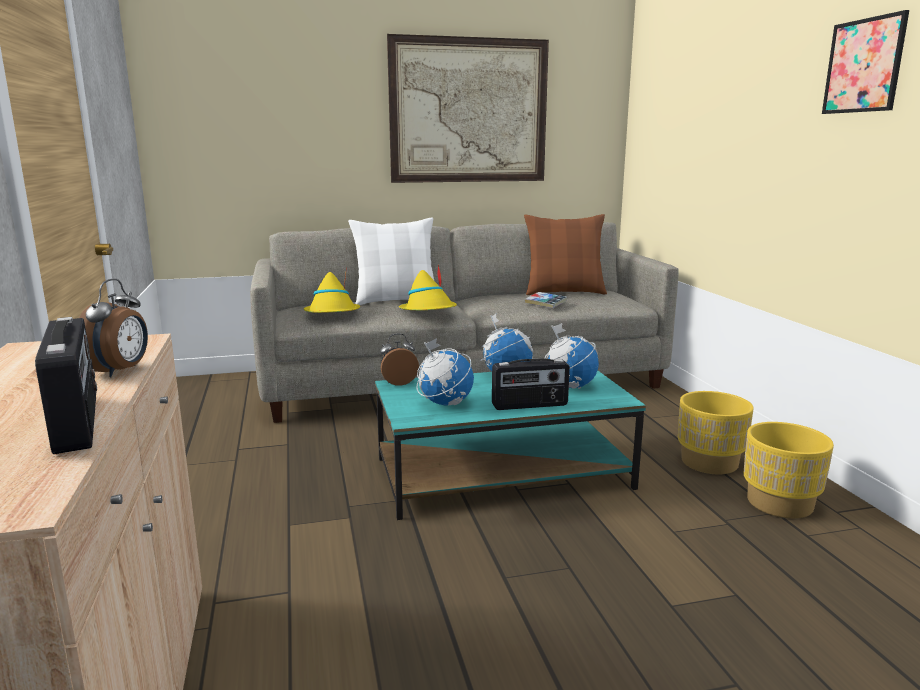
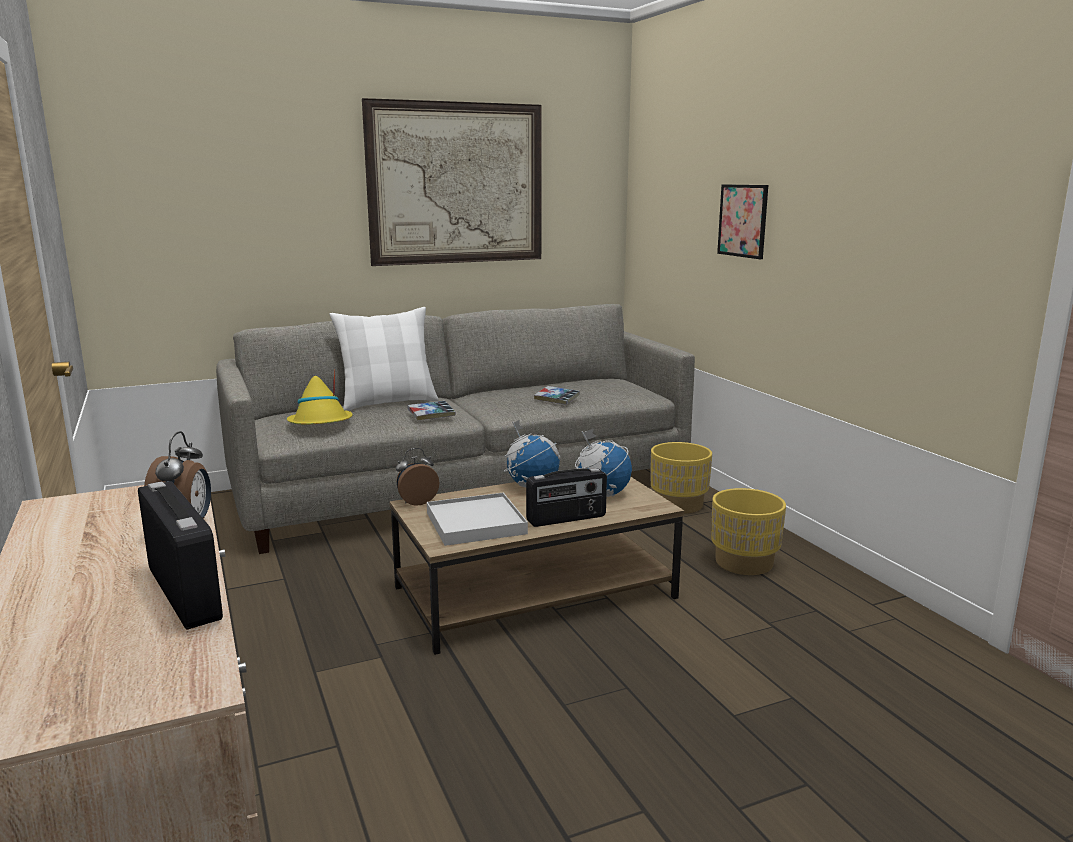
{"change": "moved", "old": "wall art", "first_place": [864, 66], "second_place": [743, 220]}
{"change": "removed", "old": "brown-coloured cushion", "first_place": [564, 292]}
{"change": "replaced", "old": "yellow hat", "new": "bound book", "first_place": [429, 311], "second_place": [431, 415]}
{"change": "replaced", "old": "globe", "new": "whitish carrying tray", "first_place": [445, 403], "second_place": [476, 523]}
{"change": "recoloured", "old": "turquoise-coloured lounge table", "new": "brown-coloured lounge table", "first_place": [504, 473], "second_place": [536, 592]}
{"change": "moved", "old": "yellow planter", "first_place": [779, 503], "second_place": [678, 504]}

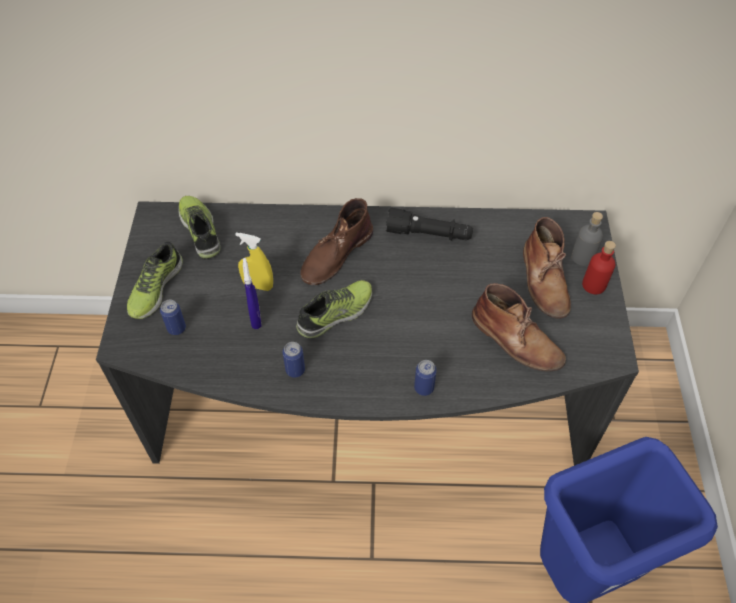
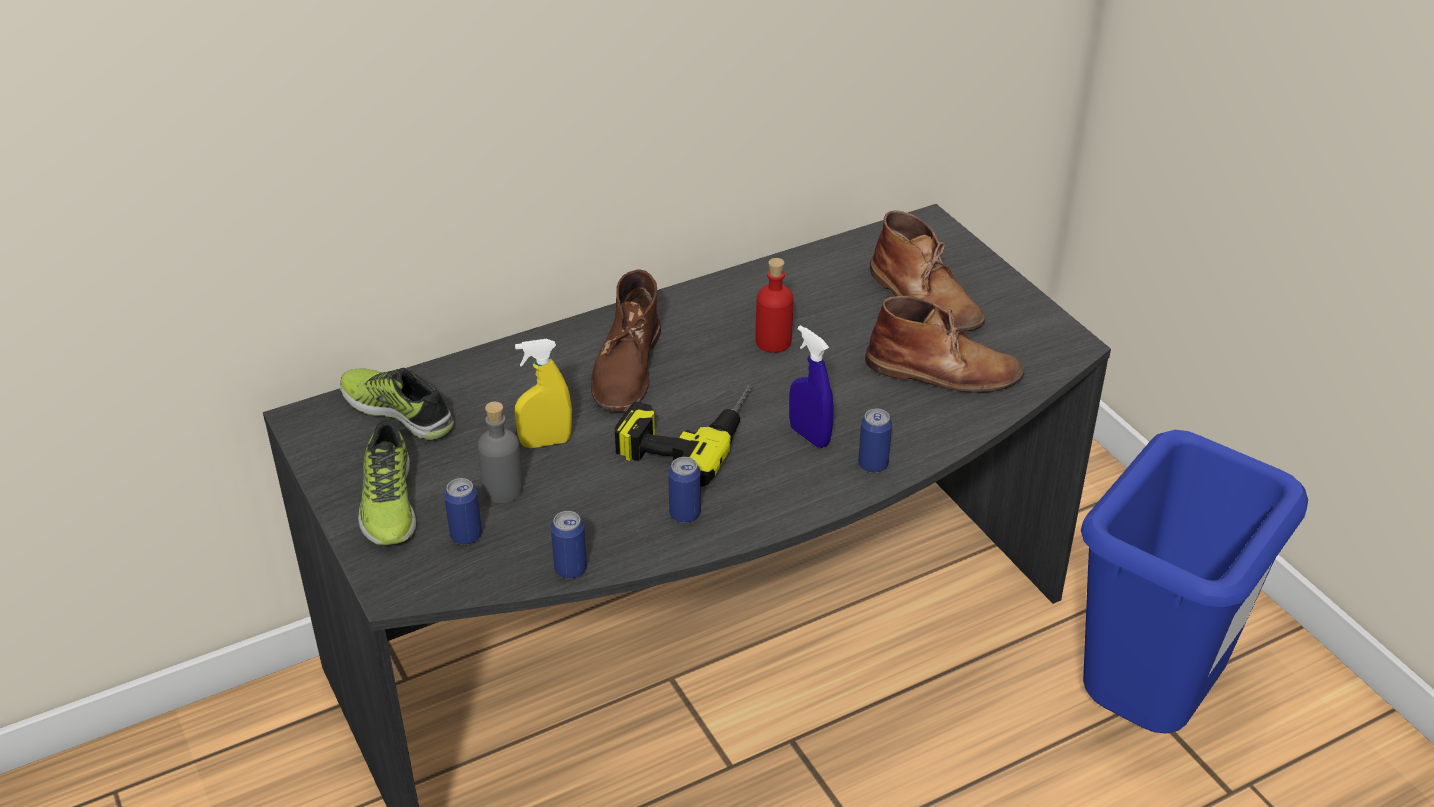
{"change": "removed", "old": "black-coloured torch", "first_place": [429, 234]}
{"change": "moved", "old": "greyish beverage bottle", "first_place": [582, 257], "second_place": [503, 490]}
{"change": "moved", "old": "reddish beverage bottle", "first_place": [594, 285], "second_place": [773, 342]}
{"change": "moved", "old": "blue spray bottle", "first_place": [255, 317], "second_place": [809, 436]}
{"change": "replaced", "old": "low shoe", "new": "power drill", "first_place": [336, 314], "second_place": [686, 432]}
{"change": "added", "new": "metal can", "second_place": [570, 569]}

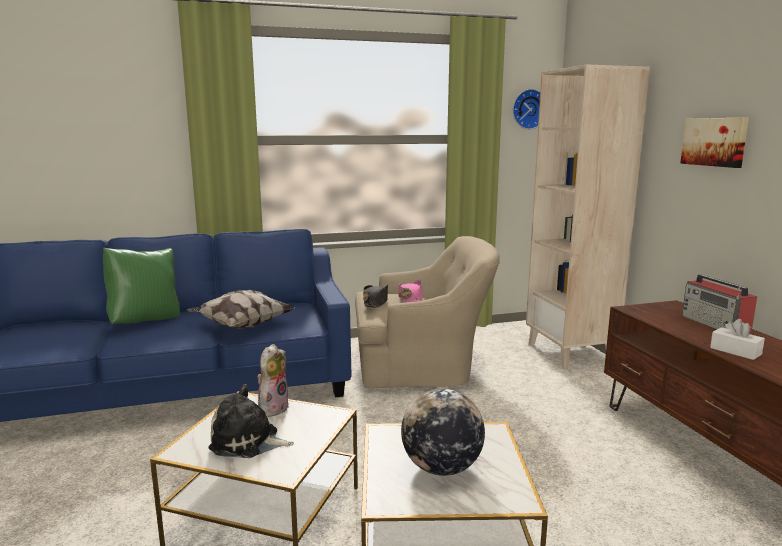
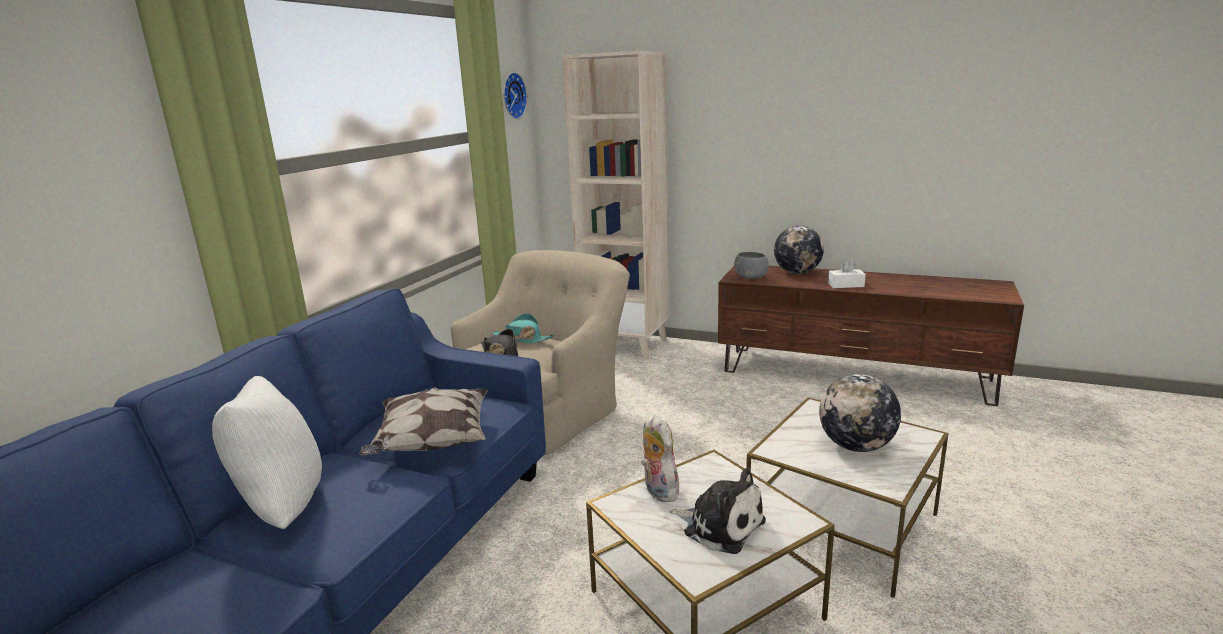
{"change": "removed", "old": "wall art", "first_place": [715, 142]}
{"change": "recoloured", "old": "green-coloured cushion", "new": "whitish cushion", "first_place": [146, 321], "second_place": [281, 507]}
{"change": "replaced", "old": "radio receiver", "new": "globe", "first_place": [715, 325], "second_place": [797, 272]}
{"change": "recoloured", "old": "pinkish hat", "new": "turquoise-coloured hat", "first_place": [410, 299], "second_place": [523, 339]}
{"change": "turned", "old": "soft toy", "first_place": [248, 442], "second_place": [720, 526], "degrees": -105}
{"change": "added", "new": "greyish deep dish", "second_place": [751, 277]}

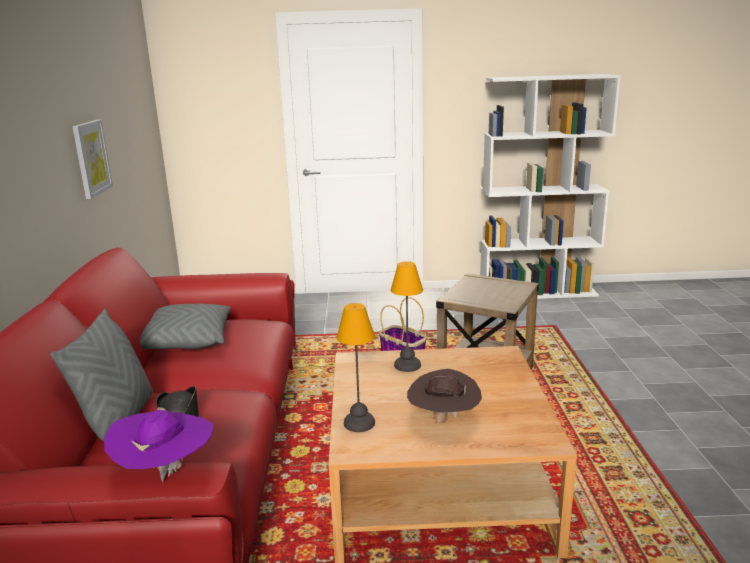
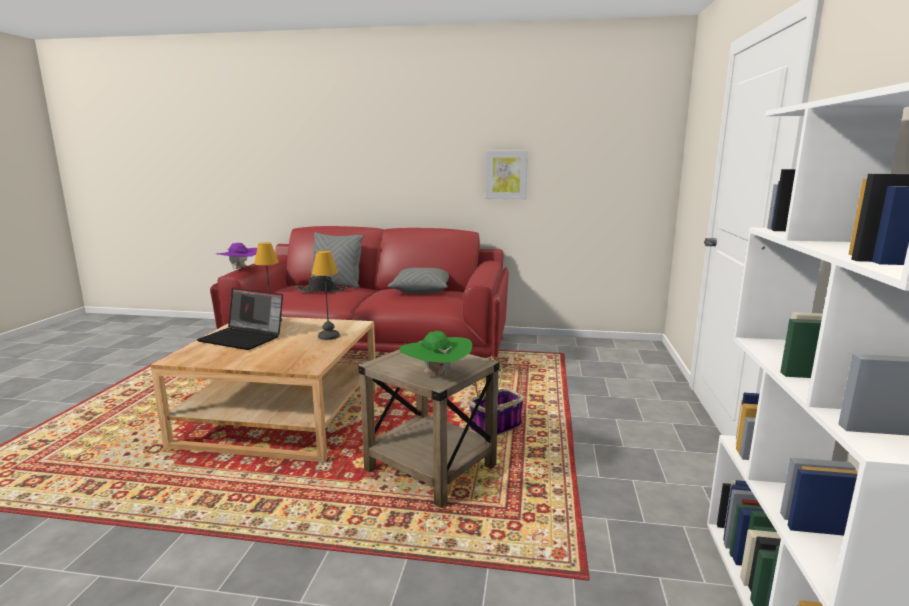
{"change": "replaced", "old": "brown-coloured hat", "new": "portable computer", "first_place": [443, 420], "second_place": [244, 338]}
{"change": "added", "new": "green-coloured hat", "second_place": [436, 375]}

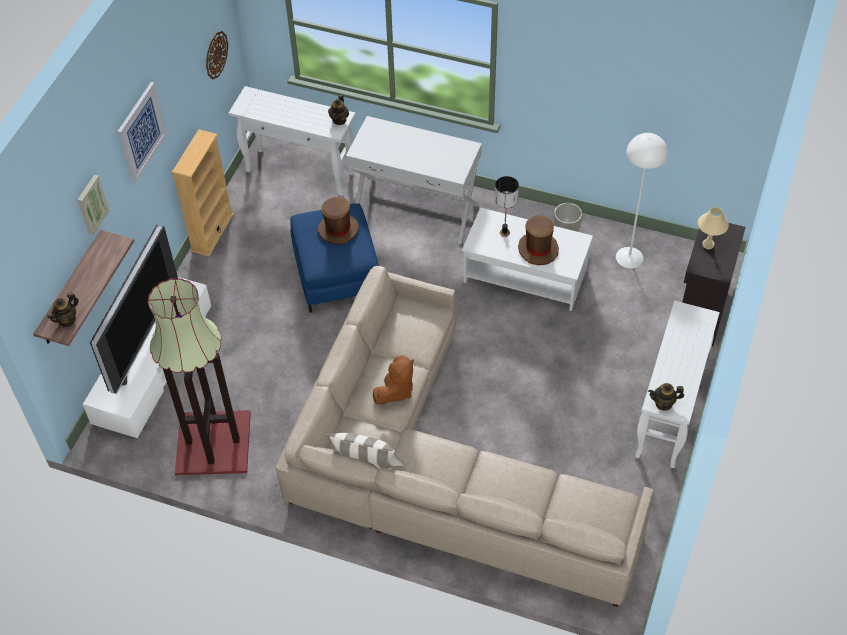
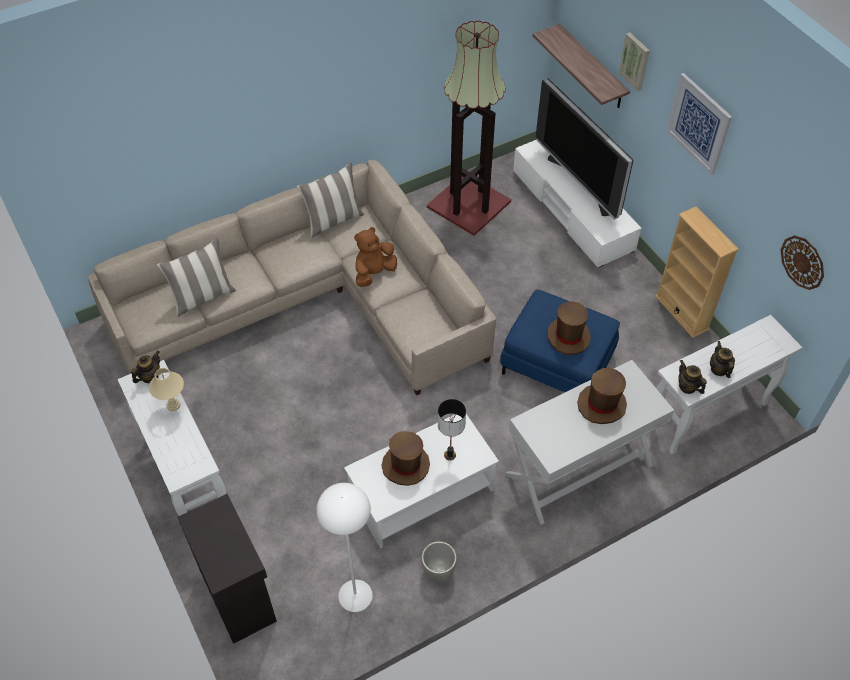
{"change": "moved", "old": "beige table lamp", "first_place": [708, 244], "second_place": [173, 405]}
{"change": "moved", "old": "tea pot", "first_place": [67, 320], "second_place": [719, 369]}
{"change": "turned", "old": "brown-coloured soft toy", "first_place": [396, 390], "second_place": [374, 273], "degrees": 60}
{"change": "added", "new": "cushion", "second_place": [202, 297]}
{"change": "added", "new": "brown-coloured hat", "second_place": [602, 404]}

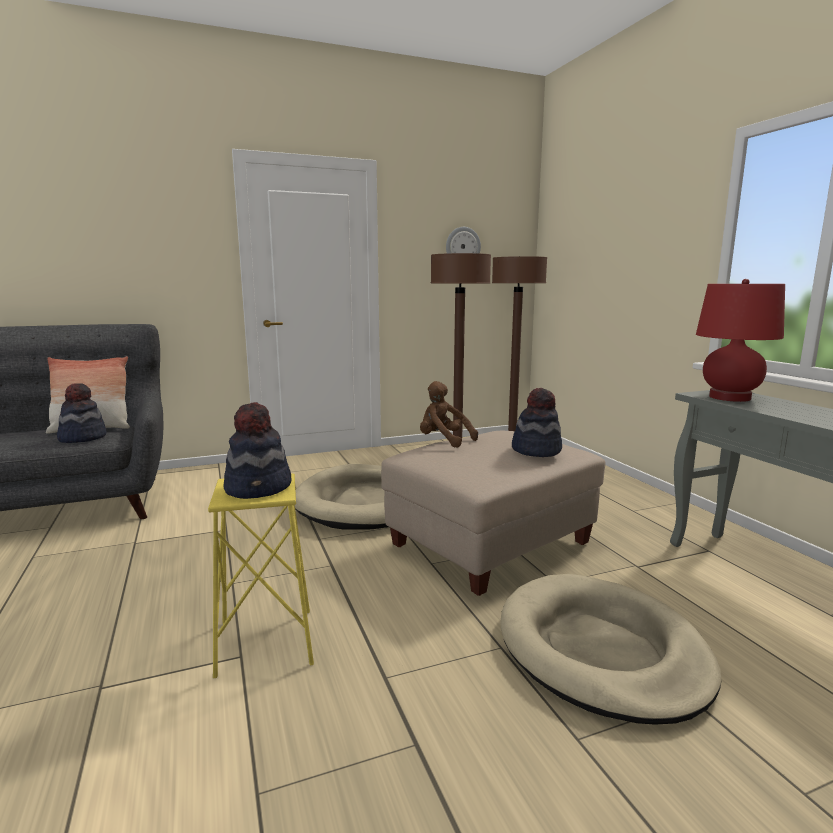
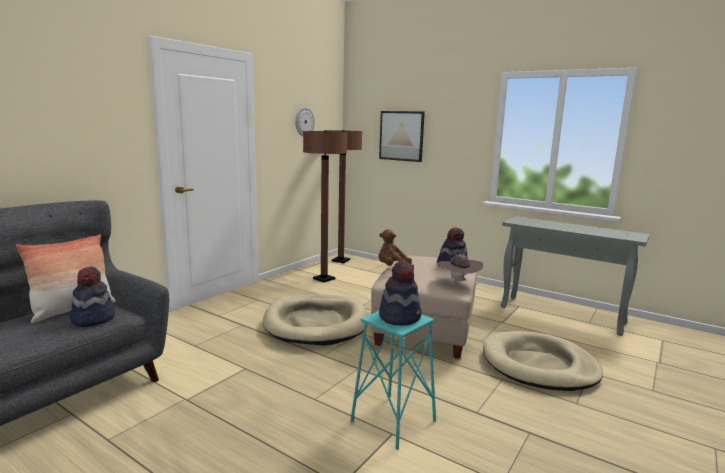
{"change": "removed", "old": "reddish table lamp", "first_place": [729, 397]}
{"change": "recoloured", "old": "yellow stool seat", "new": "turquoise-coloured stool seat", "first_place": [266, 642], "second_place": [393, 421]}
{"change": "added", "new": "wall art", "second_place": [401, 136]}
{"change": "added", "new": "brown-coloured hat", "second_place": [458, 282]}

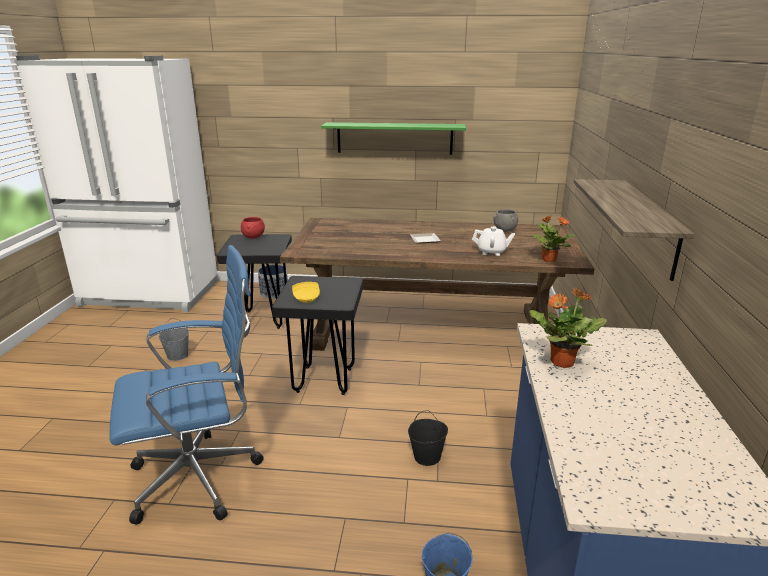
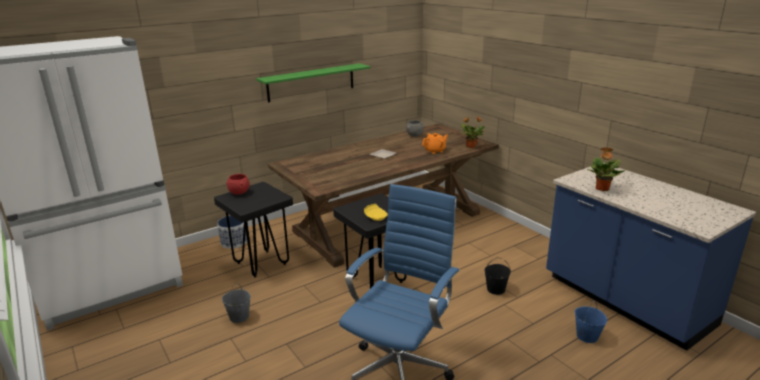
{"change": "removed", "old": "wall shelf", "first_place": [649, 227]}
{"change": "recoloured", "old": "whitish tea pot", "new": "orange tea pot", "first_place": [491, 252], "second_place": [435, 151]}

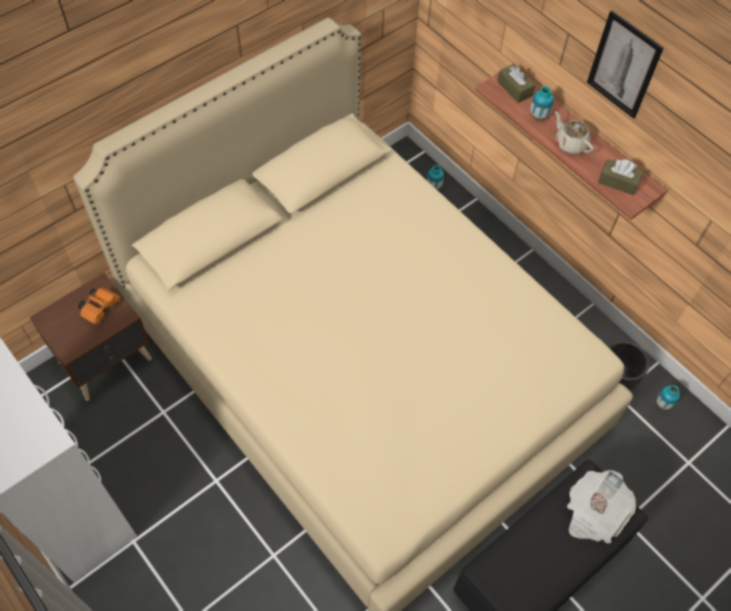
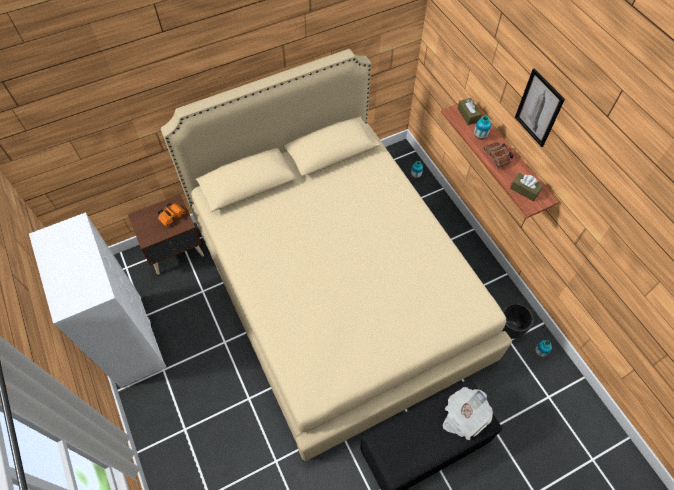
{"change": "replaced", "old": "beige tea pot", "new": "brown-coloured field glasses", "first_place": [570, 143], "second_place": [497, 158]}

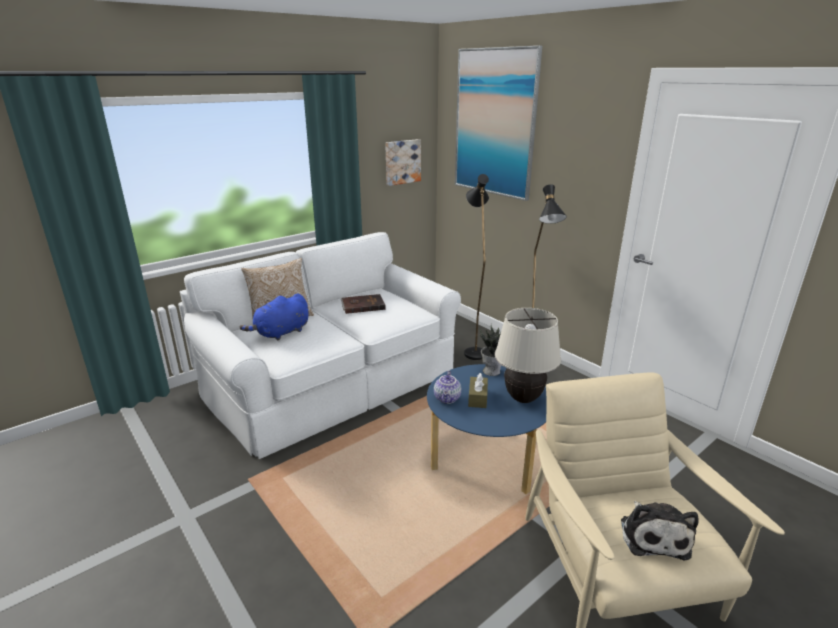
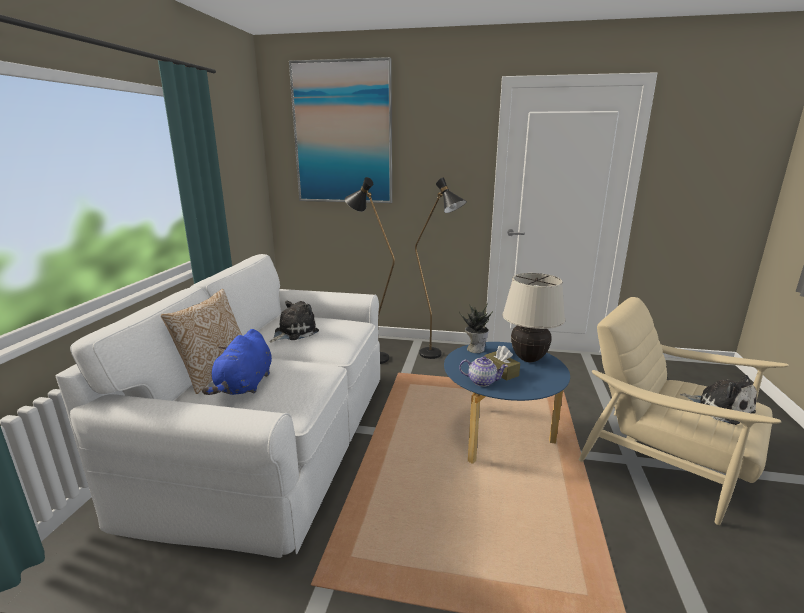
{"change": "removed", "old": "wall art", "first_place": [402, 162]}
{"change": "replaced", "old": "brown-coloured bound book", "new": "soft toy", "first_place": [362, 305], "second_place": [293, 332]}
{"change": "turned", "old": "tea pot", "first_place": [448, 399], "second_place": [482, 381], "degrees": -45}

